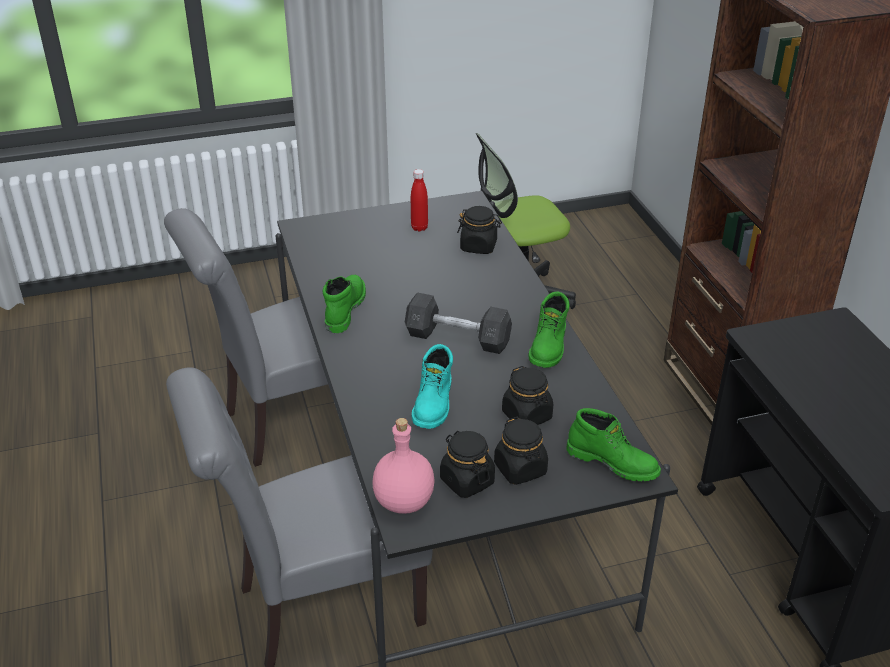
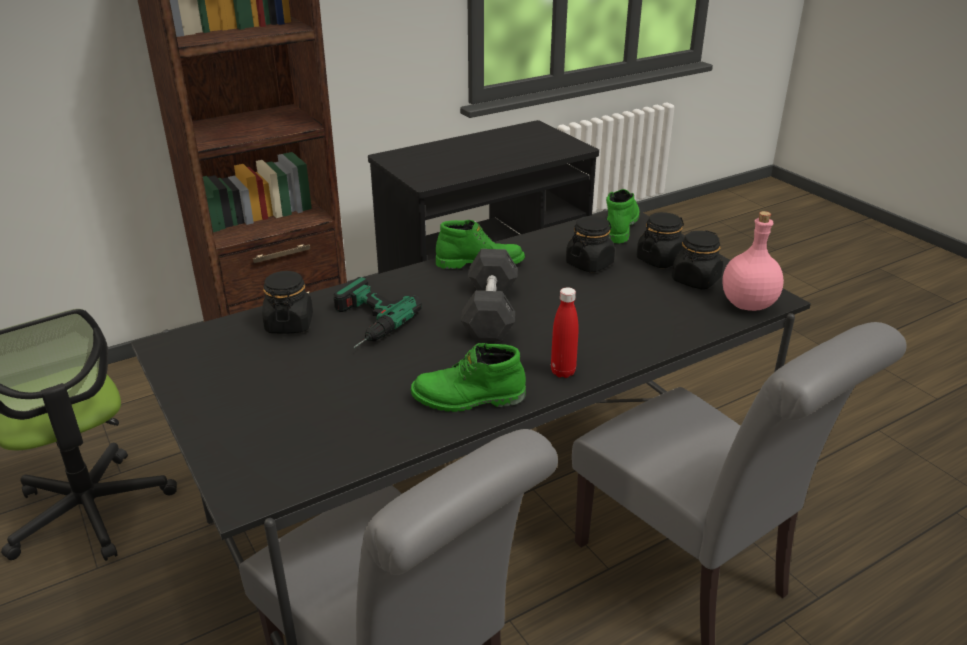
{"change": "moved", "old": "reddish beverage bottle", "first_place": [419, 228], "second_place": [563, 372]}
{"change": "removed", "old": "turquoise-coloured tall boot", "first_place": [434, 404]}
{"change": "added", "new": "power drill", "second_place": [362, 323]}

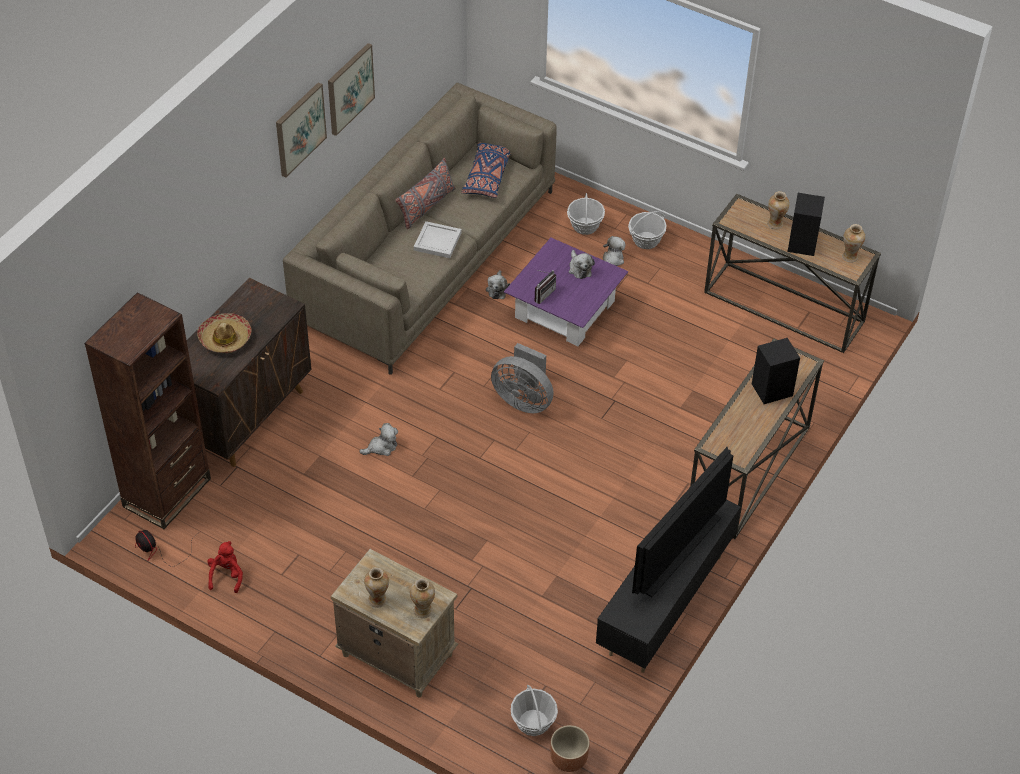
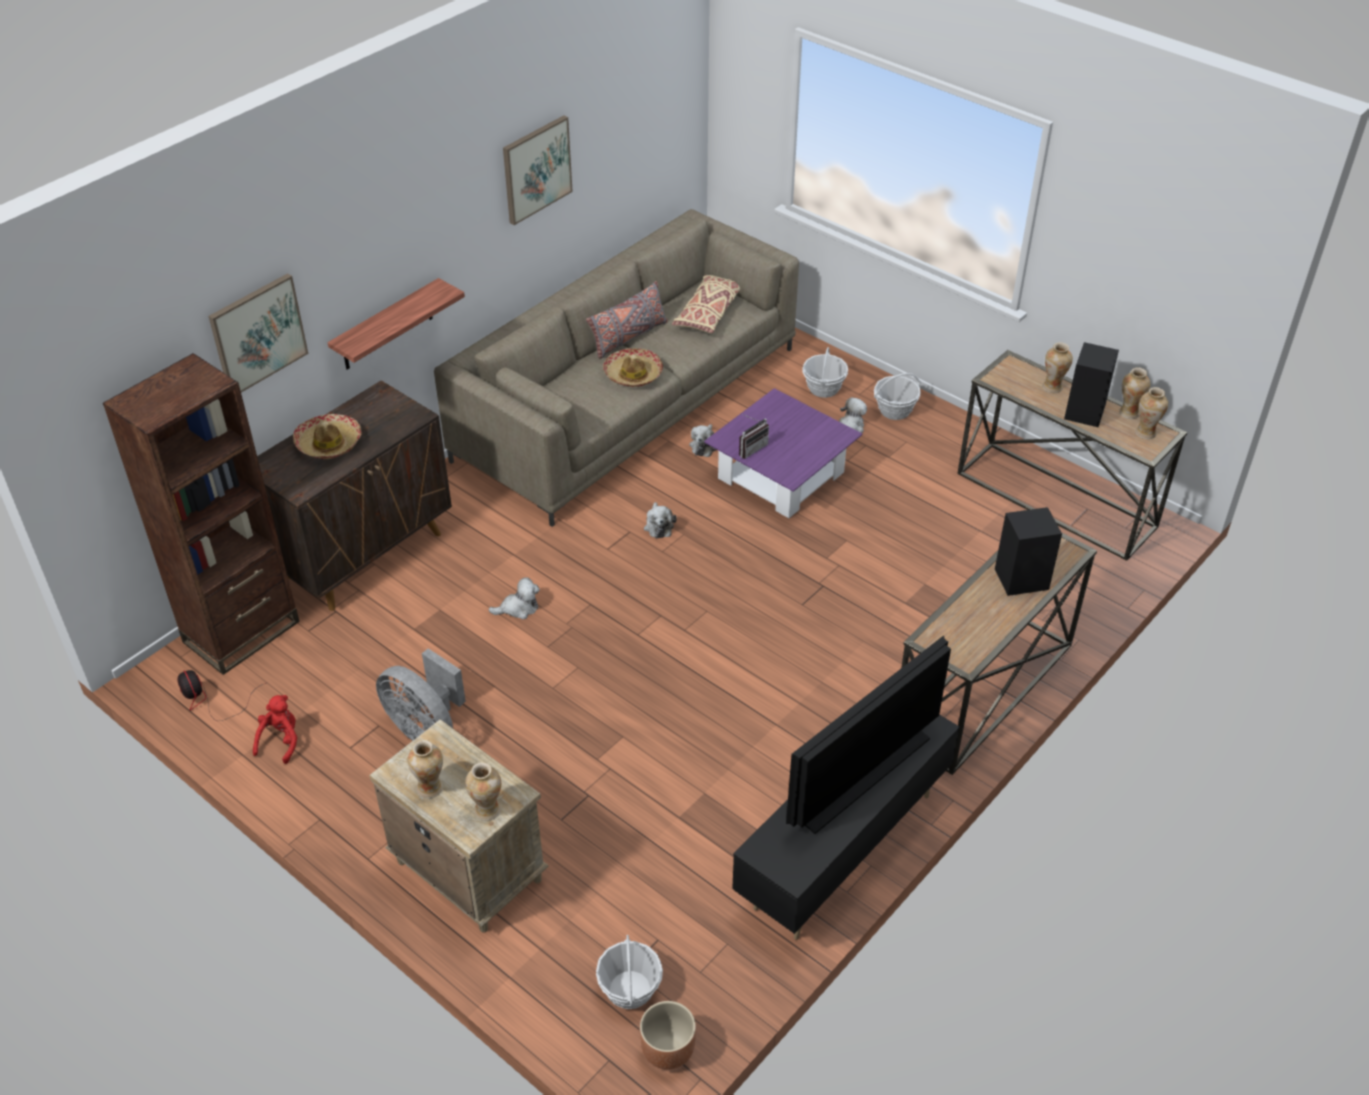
{"change": "moved", "old": "wall art", "first_place": [299, 129], "second_place": [258, 334]}
{"change": "recoloured", "old": "blue cushion", "new": "beige cushion", "first_place": [487, 177], "second_place": [708, 313]}
{"change": "replaced", "old": "whitish carrying tray", "new": "hat", "first_place": [438, 241], "second_place": [633, 374]}
{"change": "moved", "old": "soft toy", "first_place": [579, 268], "second_place": [658, 526]}
{"change": "moved", "old": "greyish cooling fan", "first_place": [523, 400], "second_place": [426, 728]}
{"change": "added", "new": "wall shelf", "second_place": [387, 326]}
{"change": "added", "new": "vase", "second_place": [1129, 413]}

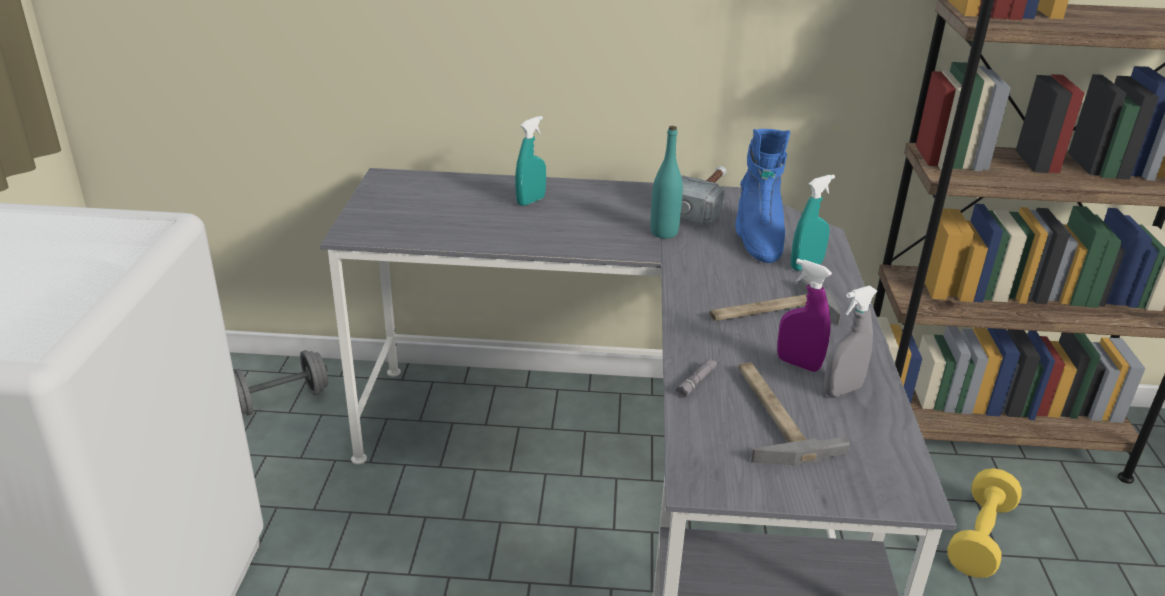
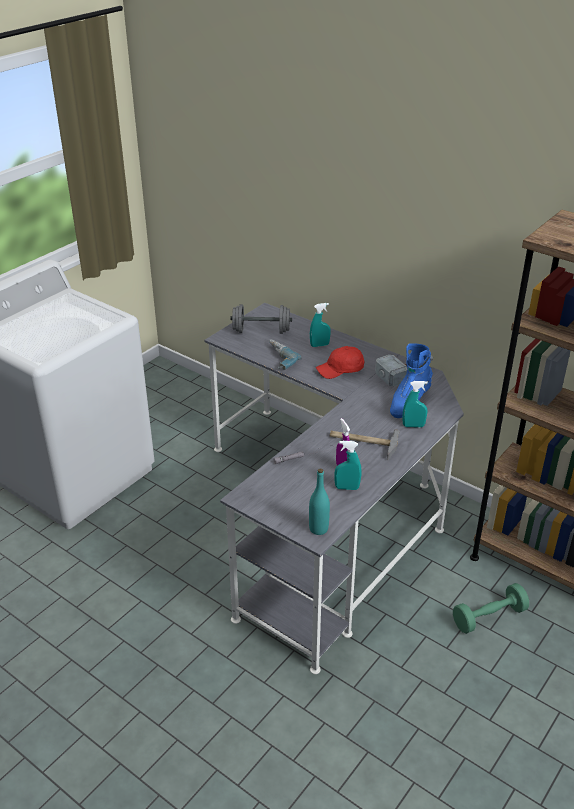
{"change": "moved", "old": "turquoise-coloured beverage bottle", "first_place": [664, 233], "second_place": [318, 529]}
{"change": "recoloured", "old": "greyish spray bottle", "new": "turquoise-coloured spray bottle", "first_place": [842, 390], "second_place": [347, 488]}
{"change": "moved", "old": "greyish free weight", "first_place": [280, 401], "second_place": [261, 331]}
{"change": "removed", "old": "tool hammer", "first_place": [770, 415]}
{"change": "recoloured", "old": "yellow free weight", "new": "green-coloured free weight", "first_place": [979, 538], "second_place": [489, 617]}
{"change": "added", "new": "power drill", "second_place": [277, 359]}
{"change": "added", "new": "reddish peaked cap", "second_place": [341, 370]}

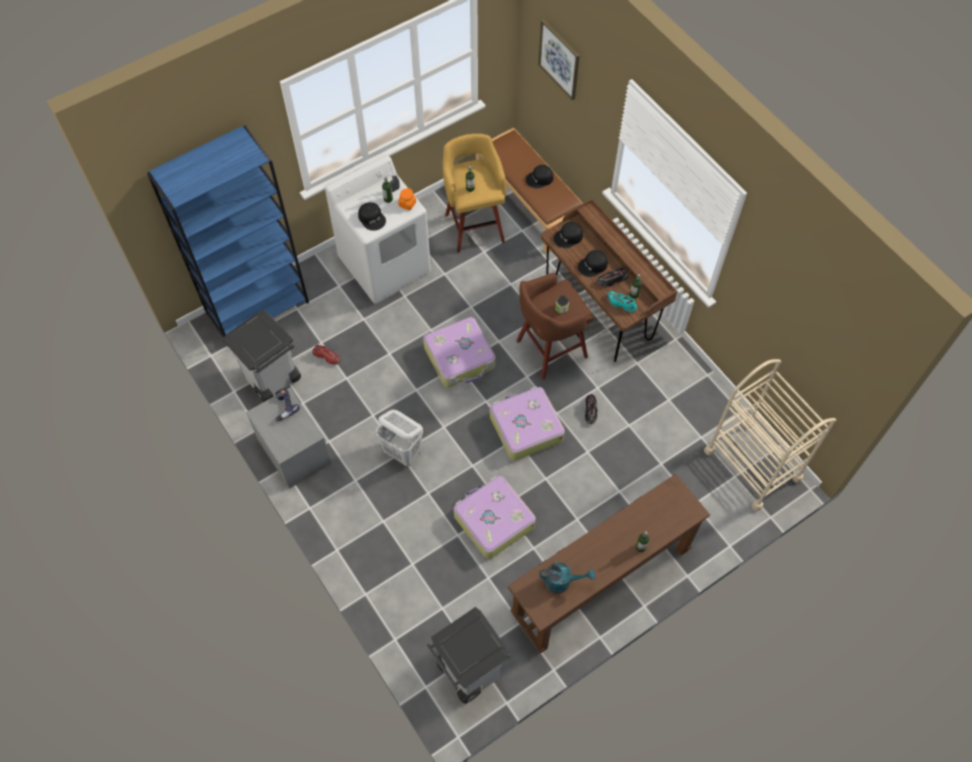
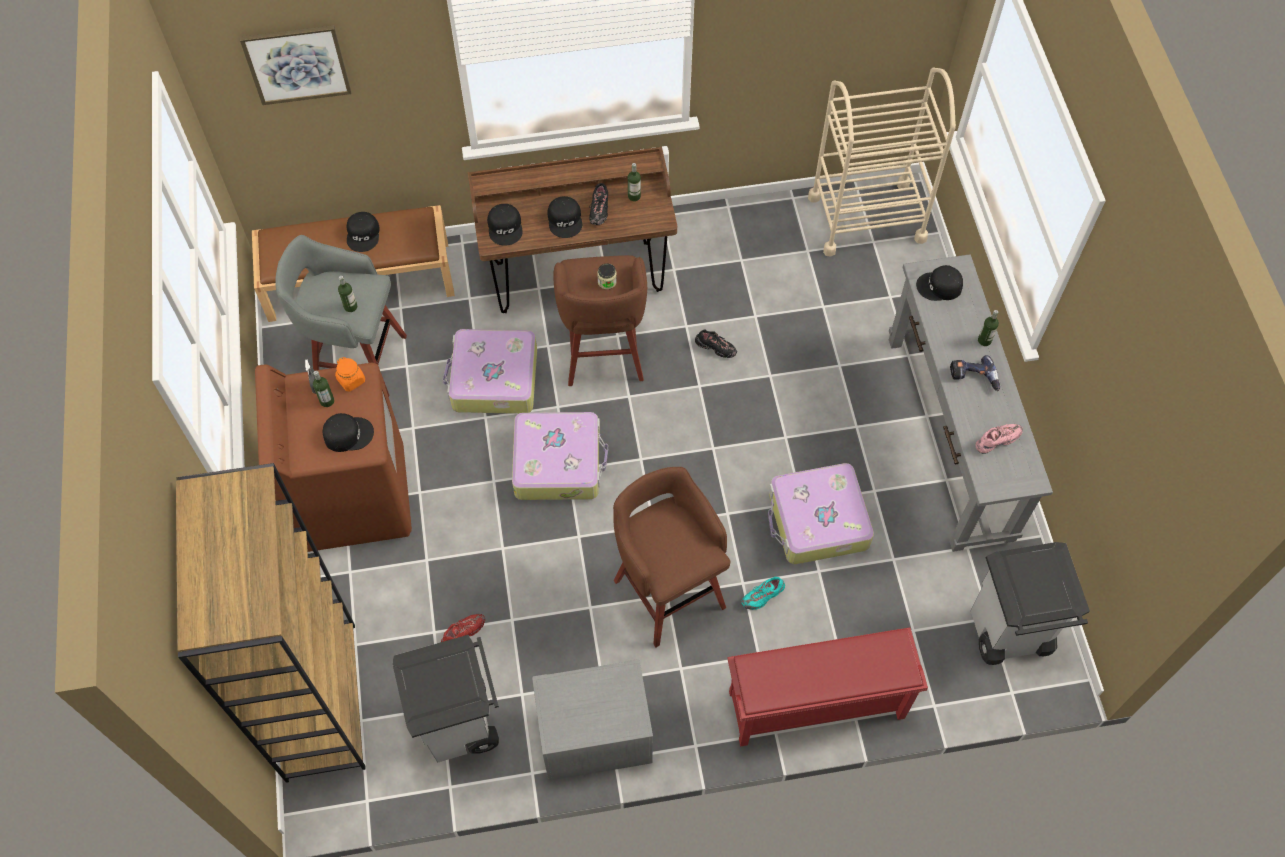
{"change": "recoloured", "old": "blue shelving unit", "new": "brown-coloured shelving unit", "first_place": [258, 307], "second_place": [320, 700]}
{"change": "recoloured", "old": "yellow stool seat", "new": "greyish stool seat", "first_place": [474, 226], "second_place": [357, 360]}
{"change": "recoloured", "old": "whitish laundry machine", "new": "brown-coloured laundry machine", "first_place": [385, 266], "second_place": [353, 497]}
{"change": "moved", "old": "turquoise-coloured low shoe", "first_place": [621, 304], "second_place": [763, 596]}
{"change": "moved", "old": "suitcase", "first_place": [525, 427], "second_place": [493, 380]}
{"change": "moved", "old": "power drill", "first_place": [283, 407], "second_place": [973, 378]}
{"change": "replaced", "old": "whitish washing basket", "new": "brown-coloured stool seat", "first_place": [403, 452], "second_place": [667, 590]}
{"change": "recoloured", "old": "brown-coloured narrow table", "new": "greyish narrow table", "first_place": [601, 581], "second_place": [949, 436]}
{"change": "replaced", "old": "turquoise-coloured watering can", "new": "pinkish low shoe", "first_place": [562, 581], "second_place": [997, 440]}
{"change": "added", "new": "black-coloured peaked cap", "second_place": [939, 287]}
{"change": "added", "new": "reddish shoe rack", "second_place": [814, 706]}

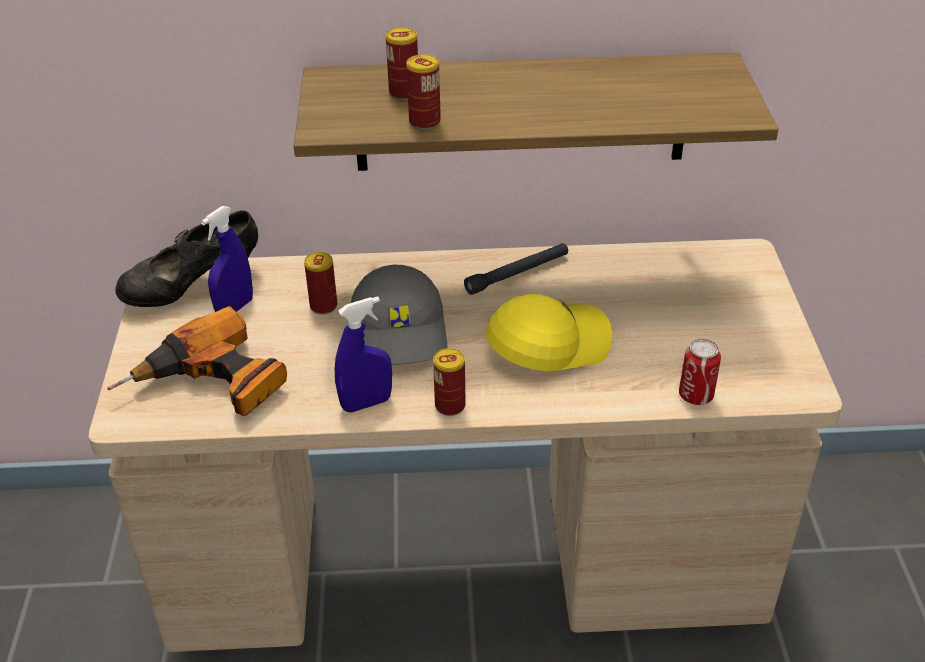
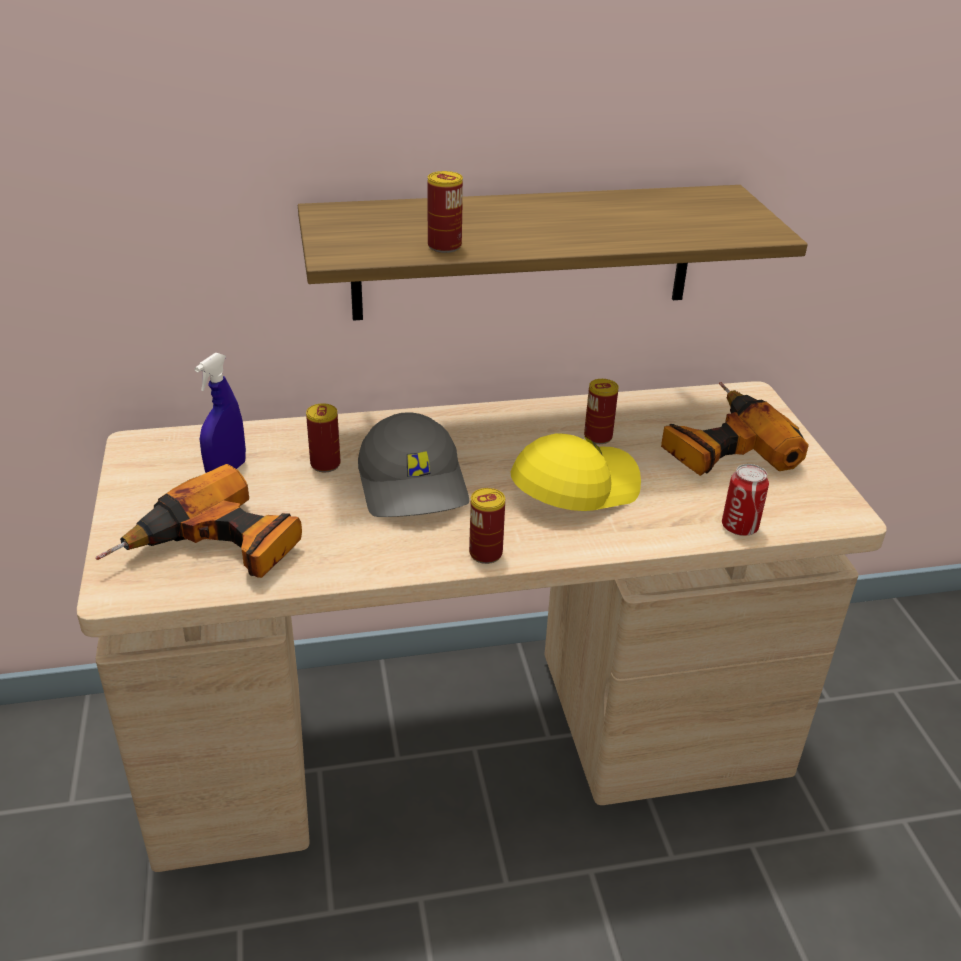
{"change": "moved", "old": "metal can", "first_place": [404, 93], "second_place": [598, 437]}
{"change": "removed", "old": "black-coloured low shoe", "first_place": [193, 287]}
{"change": "removed", "old": "black-coloured torch", "first_place": [517, 274]}
{"change": "removed", "old": "blue spray bottle", "first_place": [366, 403]}
{"change": "added", "new": "power drill", "second_place": [720, 447]}

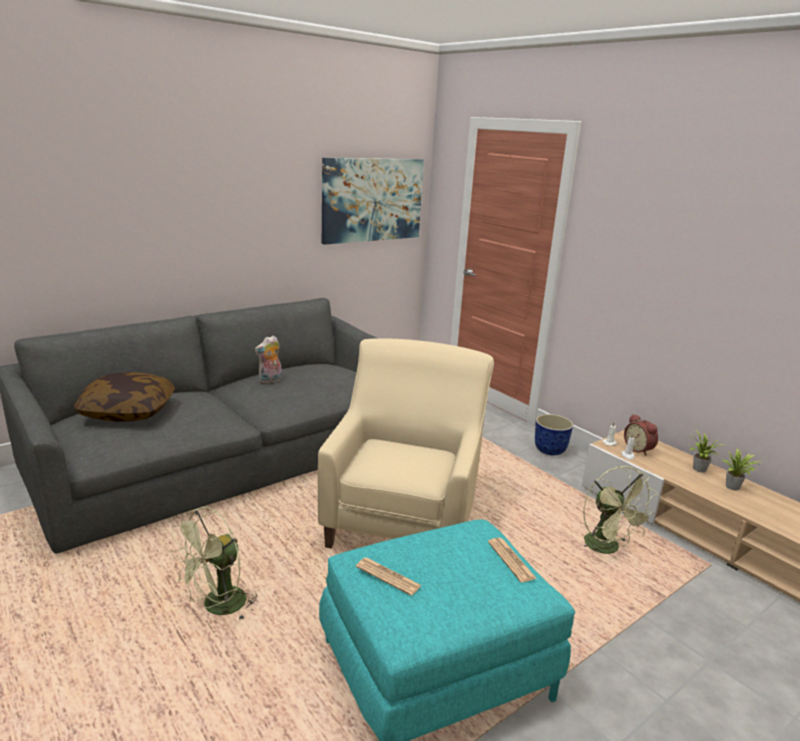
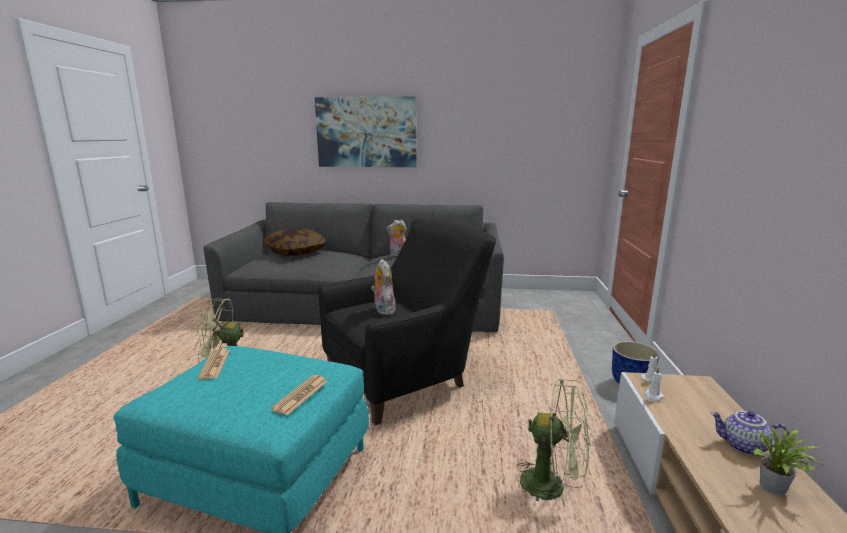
{"change": "moved", "old": "wall art", "first_place": [372, 200], "second_place": [366, 132]}
{"change": "recoloured", "old": "beige armchair", "new": "black-coloured armchair", "first_place": [404, 517], "second_place": [408, 378]}
{"change": "removed", "old": "bedside clock", "first_place": [639, 449]}
{"change": "replaced", "old": "houseplant", "new": "tea pot", "first_place": [698, 469], "second_place": [743, 447]}
{"change": "turned", "old": "green-coloured cooling fan", "first_place": [607, 549], "second_place": [552, 486], "degrees": -90}
{"change": "added", "new": "soft toy", "second_place": [383, 310]}

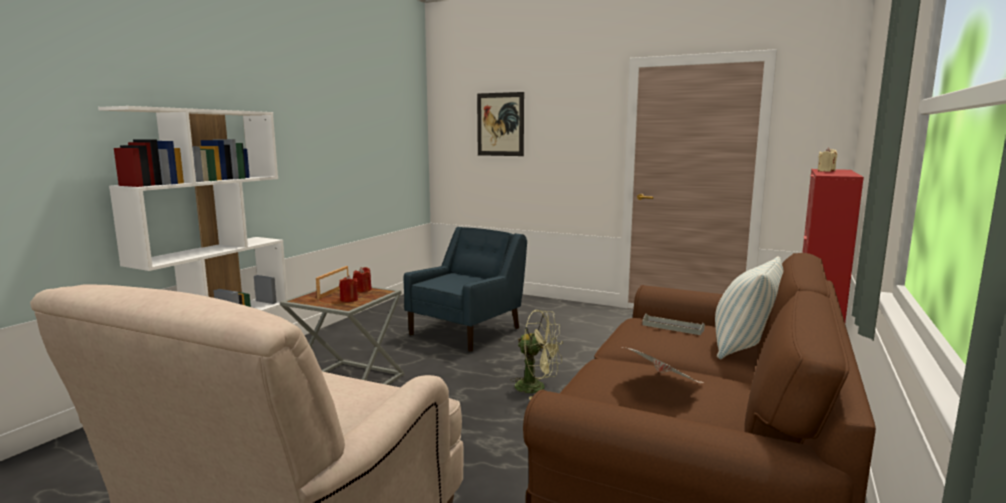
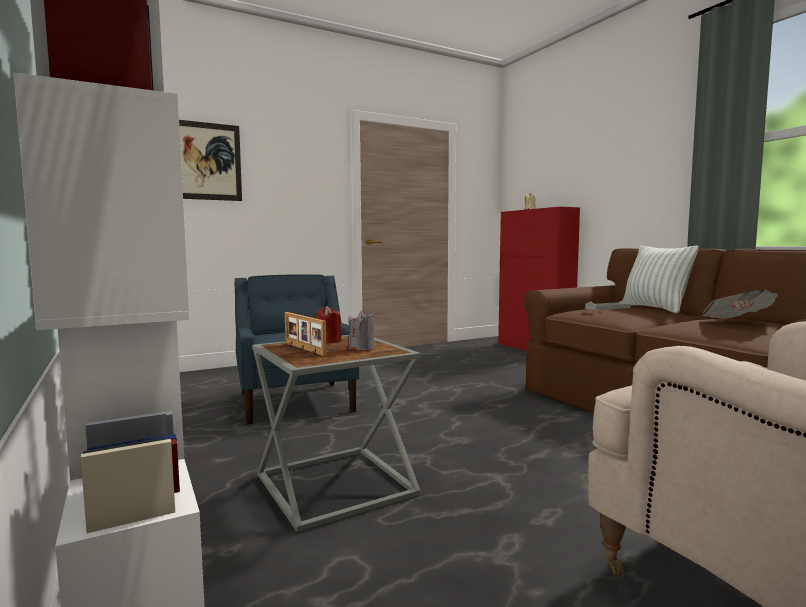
{"change": "recoloured", "old": "reddish candle", "new": "greyish candle", "first_place": [349, 300], "second_place": [361, 348]}
{"change": "removed", "old": "green-coloured cooling fan", "first_place": [537, 388]}

